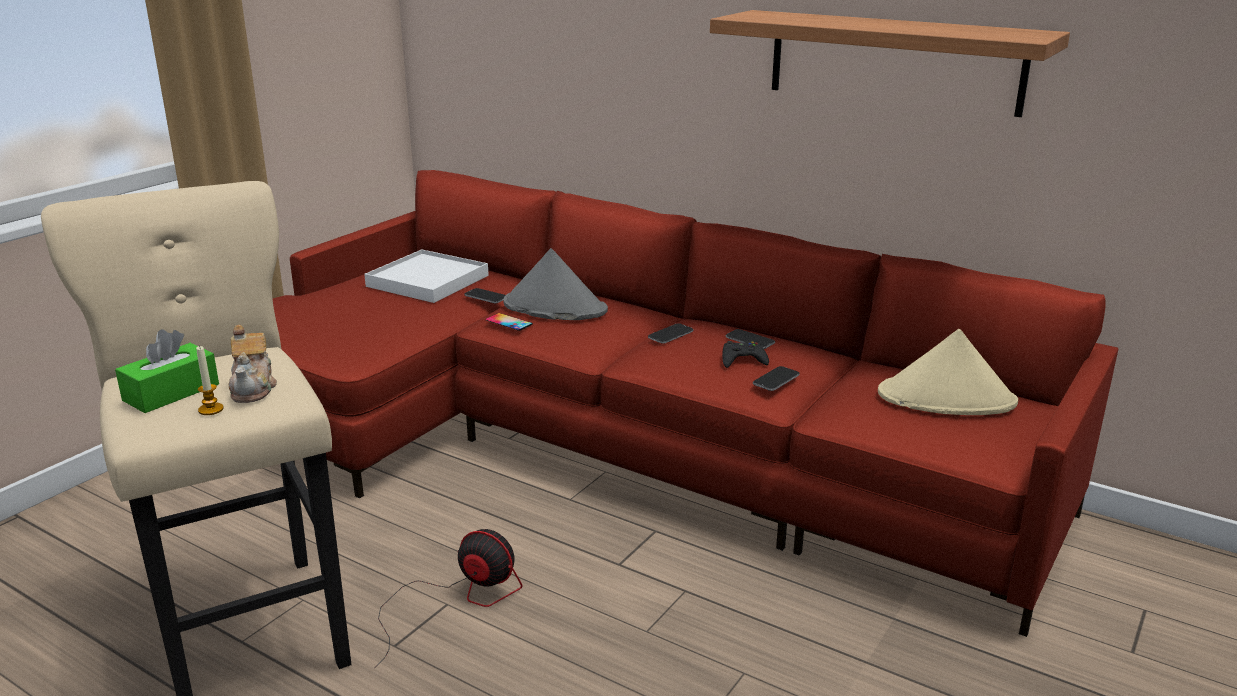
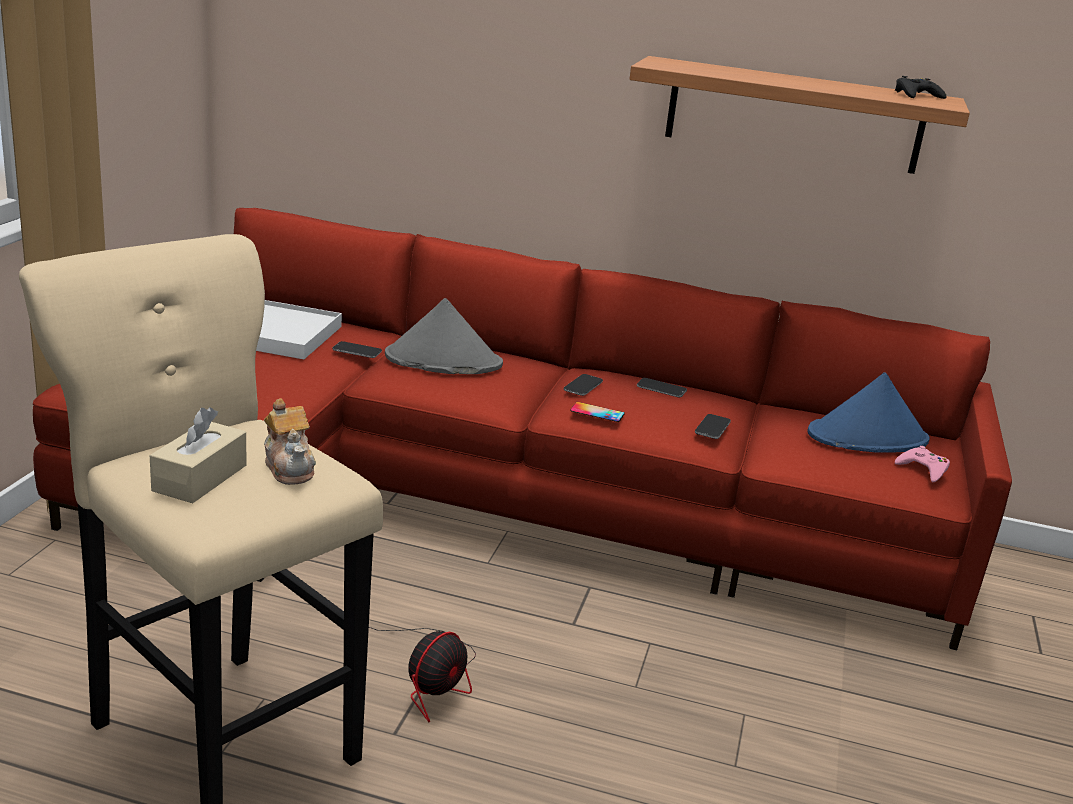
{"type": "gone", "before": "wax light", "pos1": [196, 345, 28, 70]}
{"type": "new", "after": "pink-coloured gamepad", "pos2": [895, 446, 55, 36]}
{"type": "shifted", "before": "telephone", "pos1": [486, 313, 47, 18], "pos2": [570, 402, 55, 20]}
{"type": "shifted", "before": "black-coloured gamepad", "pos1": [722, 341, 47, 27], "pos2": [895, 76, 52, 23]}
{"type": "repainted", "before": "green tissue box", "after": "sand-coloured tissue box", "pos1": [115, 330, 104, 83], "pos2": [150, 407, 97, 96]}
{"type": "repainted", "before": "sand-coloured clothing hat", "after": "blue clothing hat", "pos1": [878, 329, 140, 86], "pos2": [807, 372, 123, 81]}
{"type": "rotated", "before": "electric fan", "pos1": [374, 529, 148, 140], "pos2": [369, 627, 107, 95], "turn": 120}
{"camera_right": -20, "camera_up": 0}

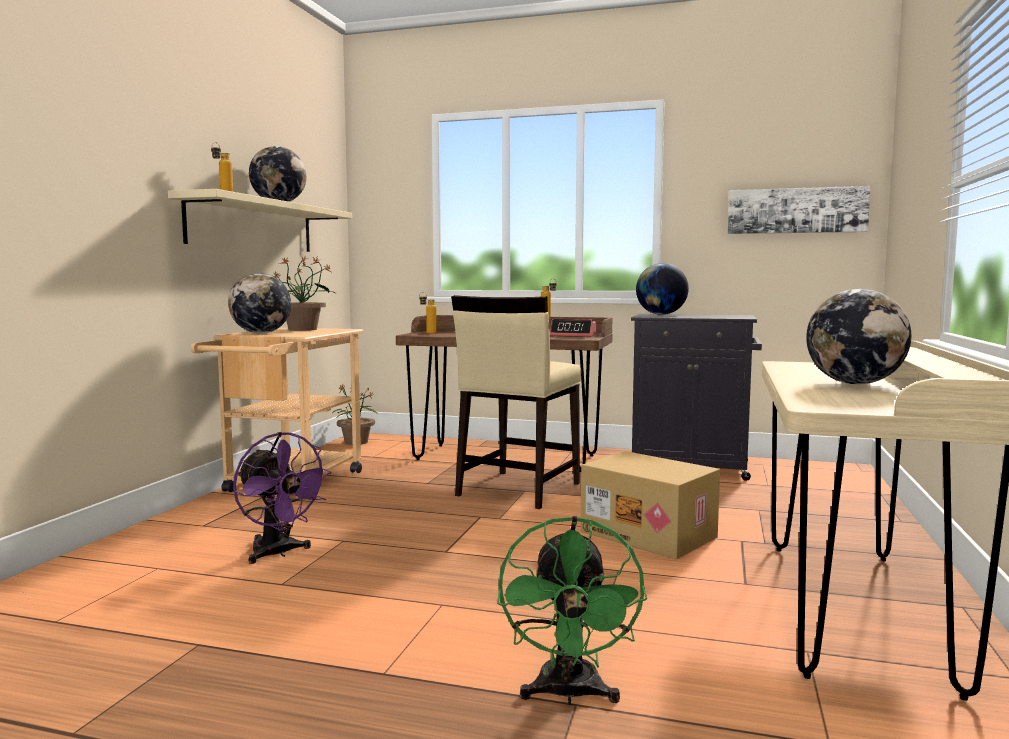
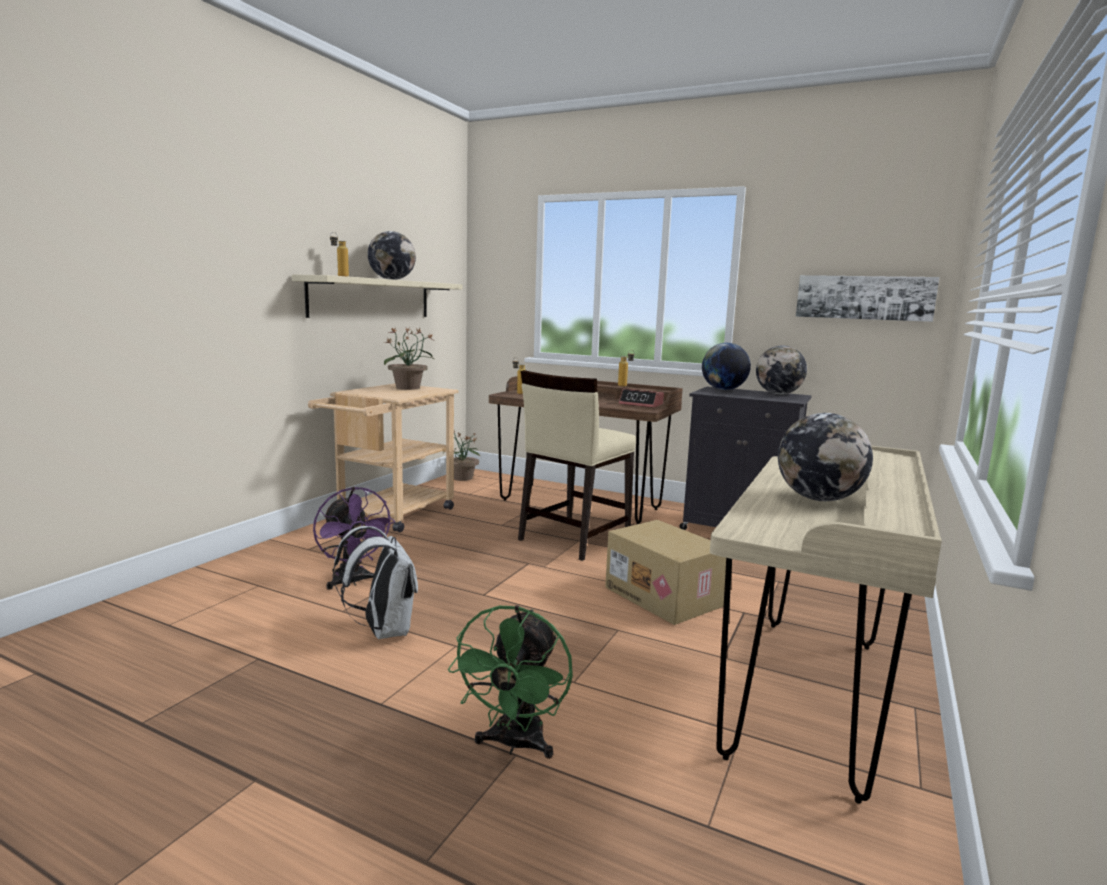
{"type": "new", "after": "white-coloured backpack", "pos2": [332, 526, 86, 113]}
{"type": "shifted", "before": "world globe", "pos1": [228, 273, 63, 60], "pos2": [756, 346, 51, 48]}
{"camera_right": 10, "camera_up": 5}

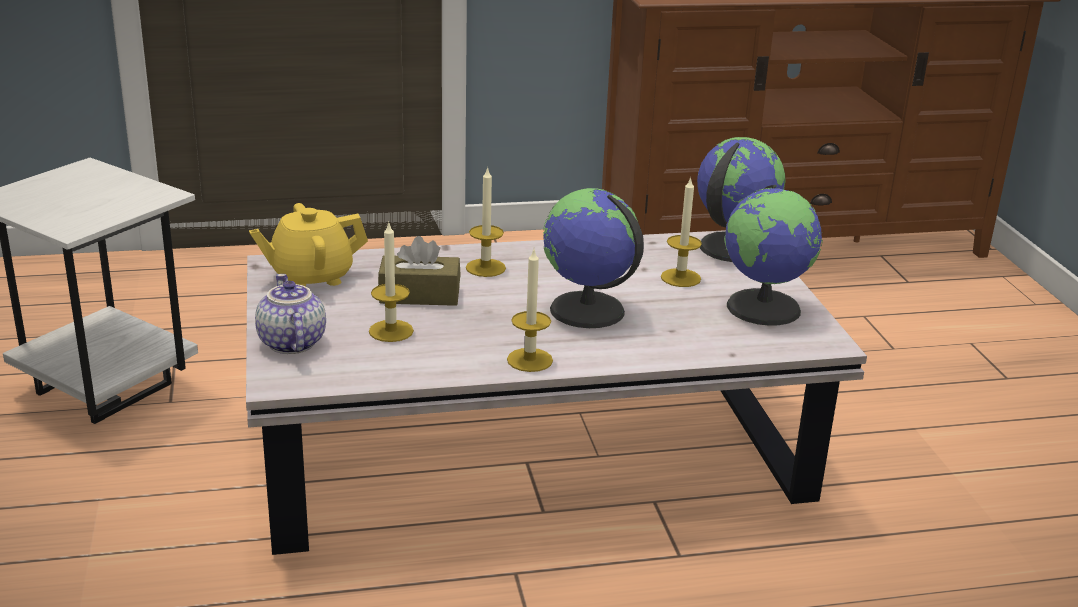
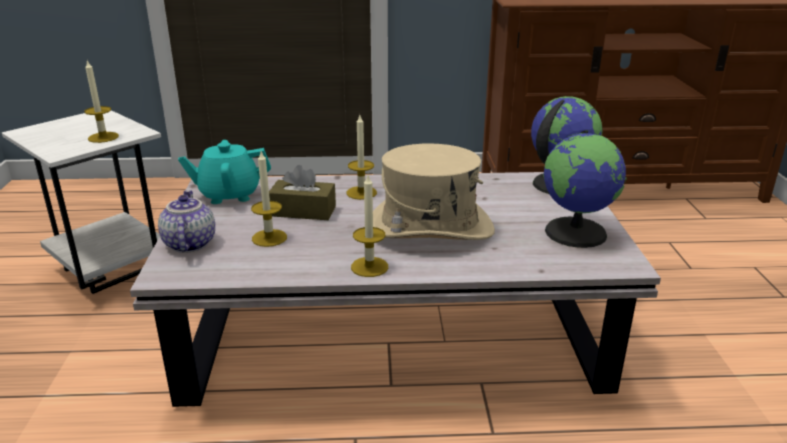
{"type": "shifted", "before": "wax light", "pos1": [661, 177, 41, 110], "pos2": [84, 59, 35, 84]}
{"type": "swapped", "before": "world globe", "after": "sand-coloured clothing hat", "pos1": [543, 188, 101, 140], "pos2": [373, 144, 122, 96]}
{"type": "repainted", "before": "yellow-coloured teapot", "after": "turquoise teapot", "pos1": [249, 203, 119, 83], "pos2": [178, 140, 93, 64]}
{"camera_right": 10, "camera_up": 0}

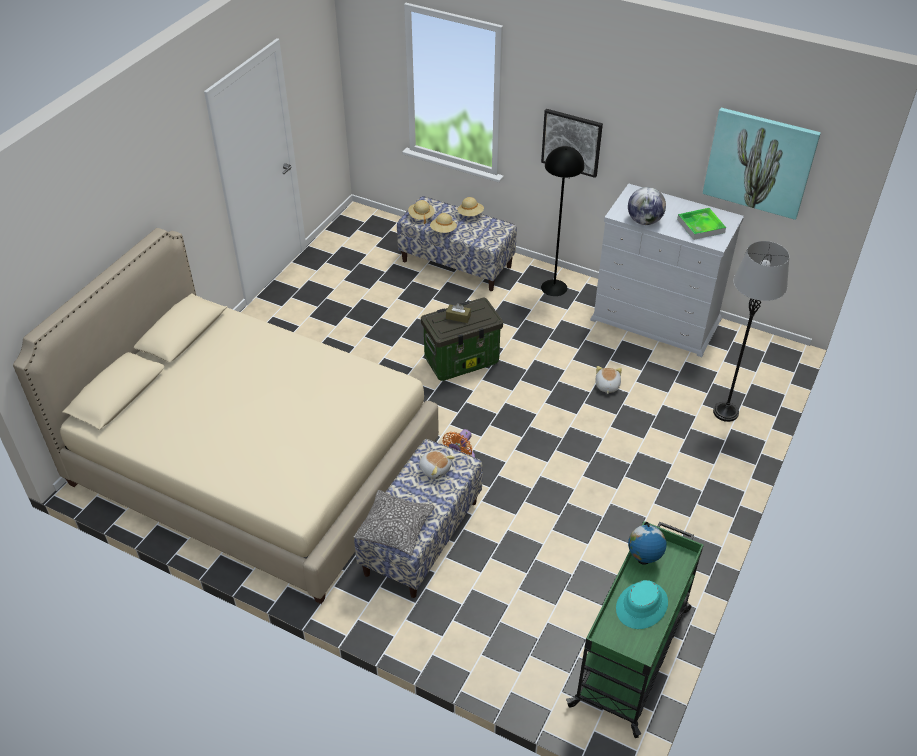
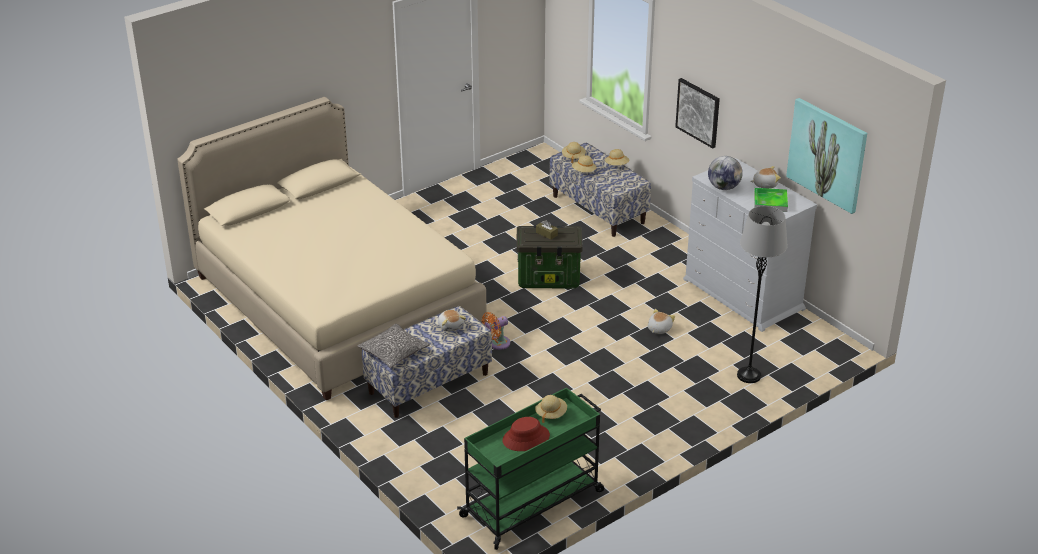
{"type": "gone", "before": "black-coloured standard lamp", "pos1": [541, 146, 43, 150]}
{"type": "new", "after": "soft toy", "pos2": [750, 166, 31, 22]}
{"type": "swapped", "before": "world globe", "after": "sand-coloured clothing hat", "pos1": [628, 522, 39, 43], "pos2": [535, 395, 32, 28]}
{"type": "repainted", "before": "turquoise clothing hat", "after": "reddish clothing hat", "pos1": [616, 580, 52, 49], "pos2": [503, 417, 47, 34]}
{"camera_right": 25, "camera_up": -10}

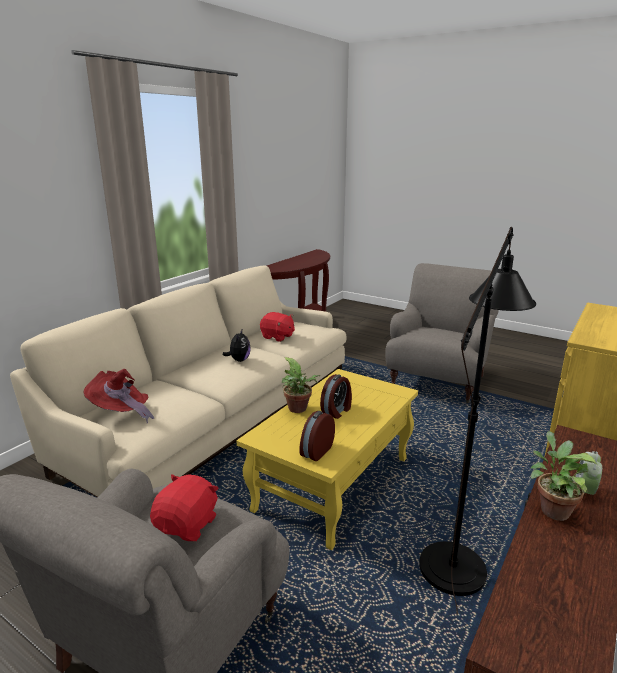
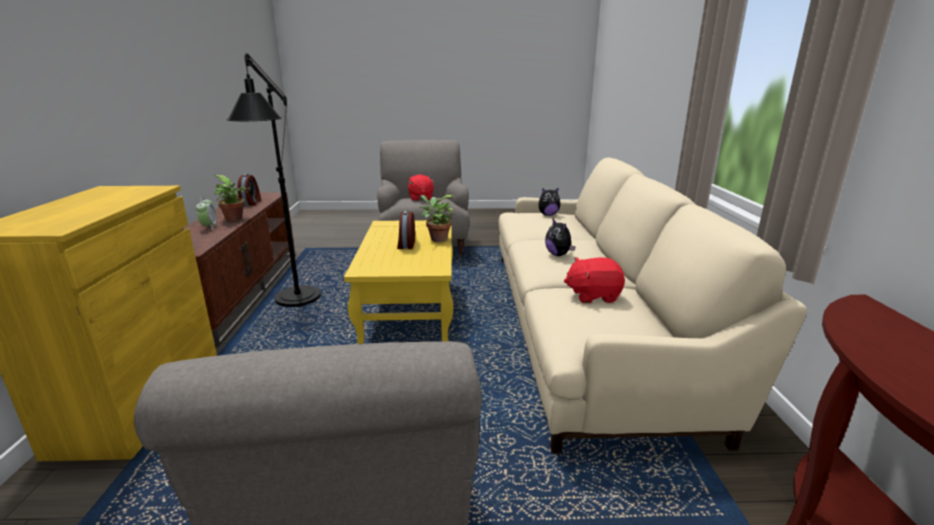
{"type": "shifted", "before": "bedside clock", "pos1": [299, 411, 36, 50], "pos2": [238, 174, 23, 32]}
{"type": "swapped", "before": "reddish clothing hat", "after": "soft toy", "pos1": [84, 369, 70, 54], "pos2": [538, 188, 22, 28]}
{"camera_right": 145, "camera_up": 0}

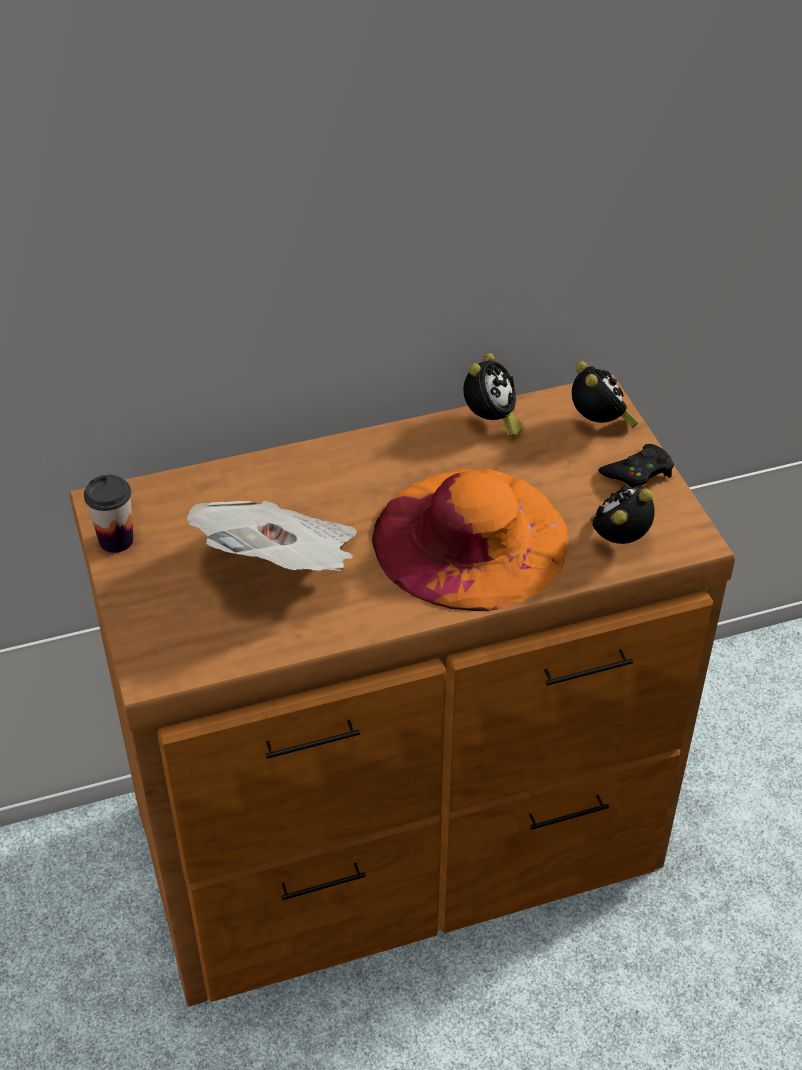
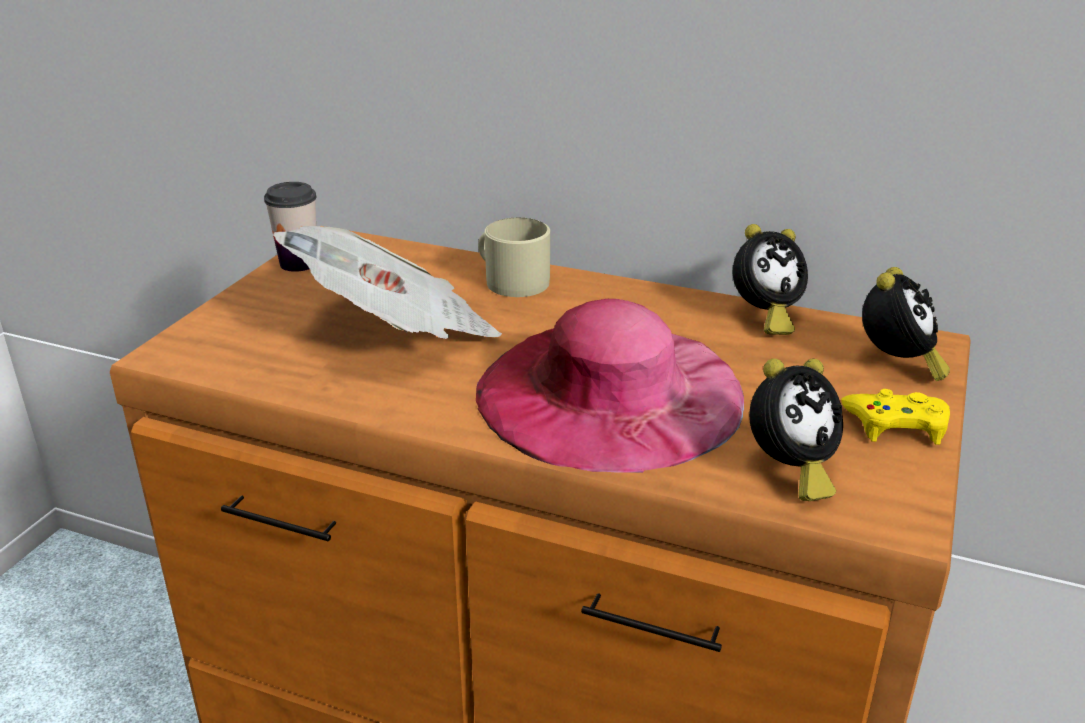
{"type": "new", "after": "sand-coloured mug", "pos2": [478, 217, 72, 80]}
{"type": "repainted", "before": "orange-coloured clothing hat", "after": "pink-coloured clothing hat", "pos1": [372, 469, 197, 142], "pos2": [476, 299, 268, 174]}
{"type": "repainted", "before": "black-coloured gamepad", "after": "yellow-coloured gamepad", "pos1": [598, 444, 76, 44], "pos2": [841, 389, 109, 56]}
{"type": "rotated", "before": "bedside clock", "pos1": [590, 485, 65, 59], "pos2": [749, 359, 94, 142], "turn": 150}
{"camera_right": 40, "camera_up": -15}

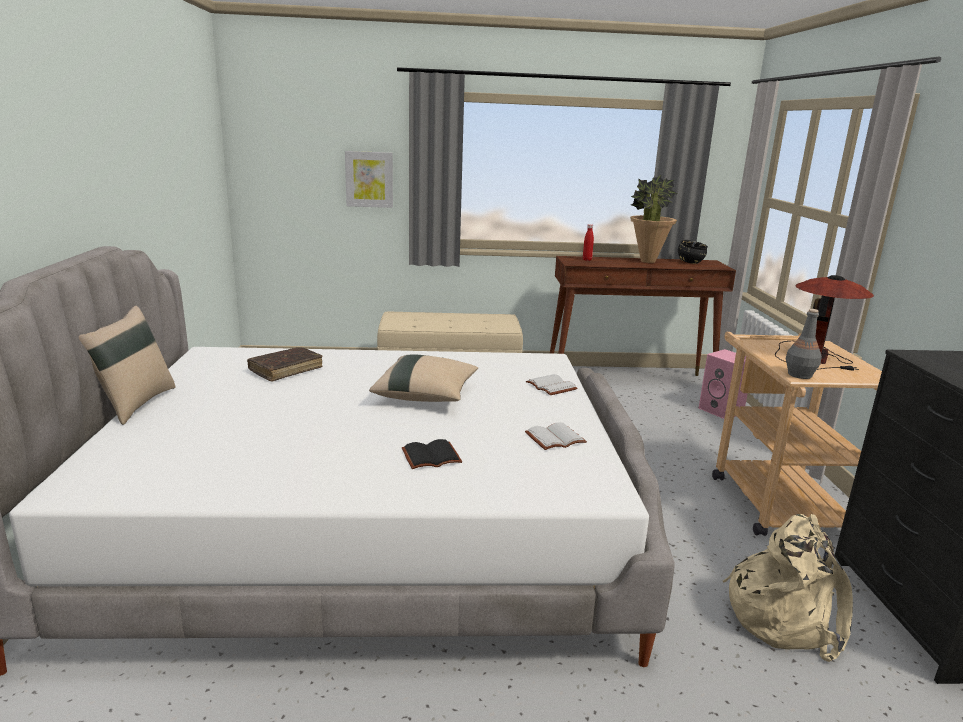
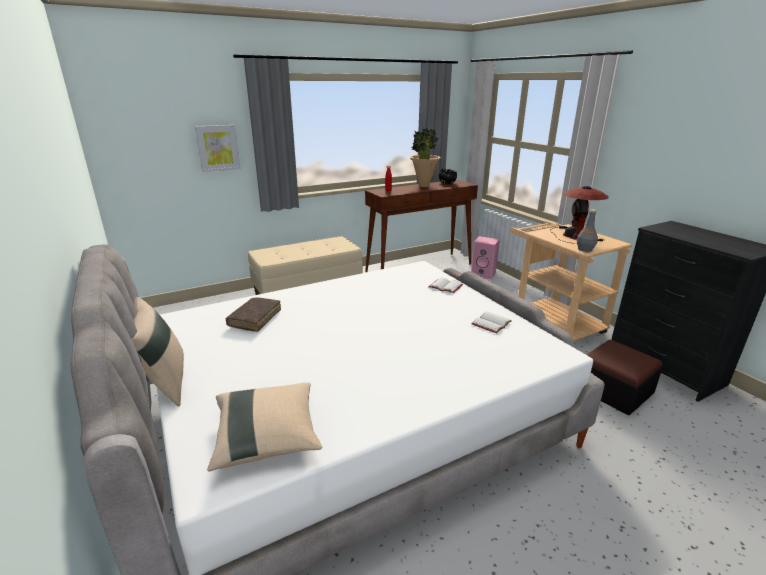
{"type": "gone", "before": "black-coloured bound book", "pos1": [402, 439, 60, 30]}
{"type": "shifted", "before": "sand-coloured pillow", "pos1": [369, 355, 109, 47], "pos2": [207, 383, 115, 89]}
{"type": "swapped", "before": "sand-coloured backpack", "after": "ottoman", "pos1": [723, 514, 130, 148], "pos2": [586, 340, 77, 75]}
{"camera_right": -25, "camera_up": 5}

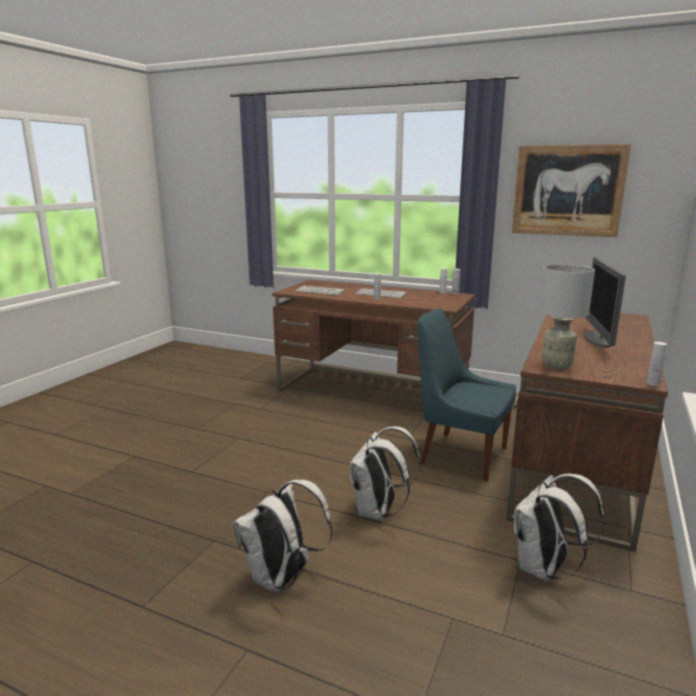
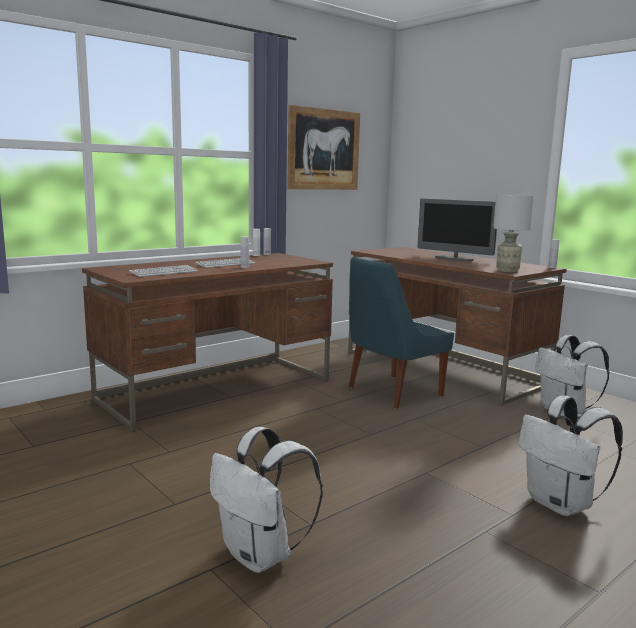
{"type": "shifted", "before": "white-coloured backpack", "pos1": [350, 426, 71, 95], "pos2": [210, 427, 113, 146]}
{"camera_right": -65, "camera_up": -5}

